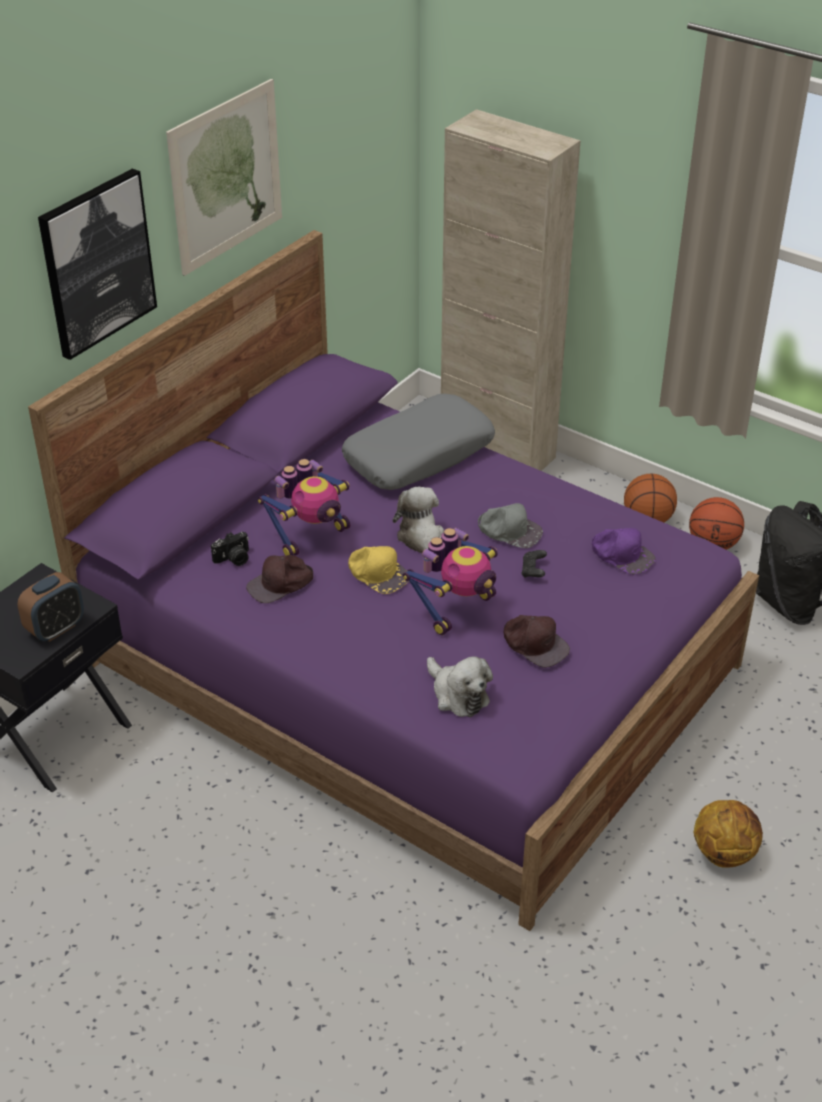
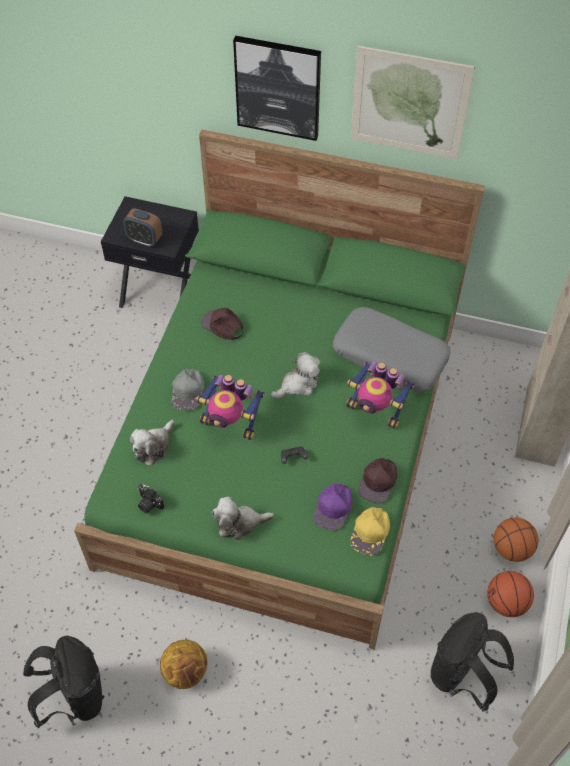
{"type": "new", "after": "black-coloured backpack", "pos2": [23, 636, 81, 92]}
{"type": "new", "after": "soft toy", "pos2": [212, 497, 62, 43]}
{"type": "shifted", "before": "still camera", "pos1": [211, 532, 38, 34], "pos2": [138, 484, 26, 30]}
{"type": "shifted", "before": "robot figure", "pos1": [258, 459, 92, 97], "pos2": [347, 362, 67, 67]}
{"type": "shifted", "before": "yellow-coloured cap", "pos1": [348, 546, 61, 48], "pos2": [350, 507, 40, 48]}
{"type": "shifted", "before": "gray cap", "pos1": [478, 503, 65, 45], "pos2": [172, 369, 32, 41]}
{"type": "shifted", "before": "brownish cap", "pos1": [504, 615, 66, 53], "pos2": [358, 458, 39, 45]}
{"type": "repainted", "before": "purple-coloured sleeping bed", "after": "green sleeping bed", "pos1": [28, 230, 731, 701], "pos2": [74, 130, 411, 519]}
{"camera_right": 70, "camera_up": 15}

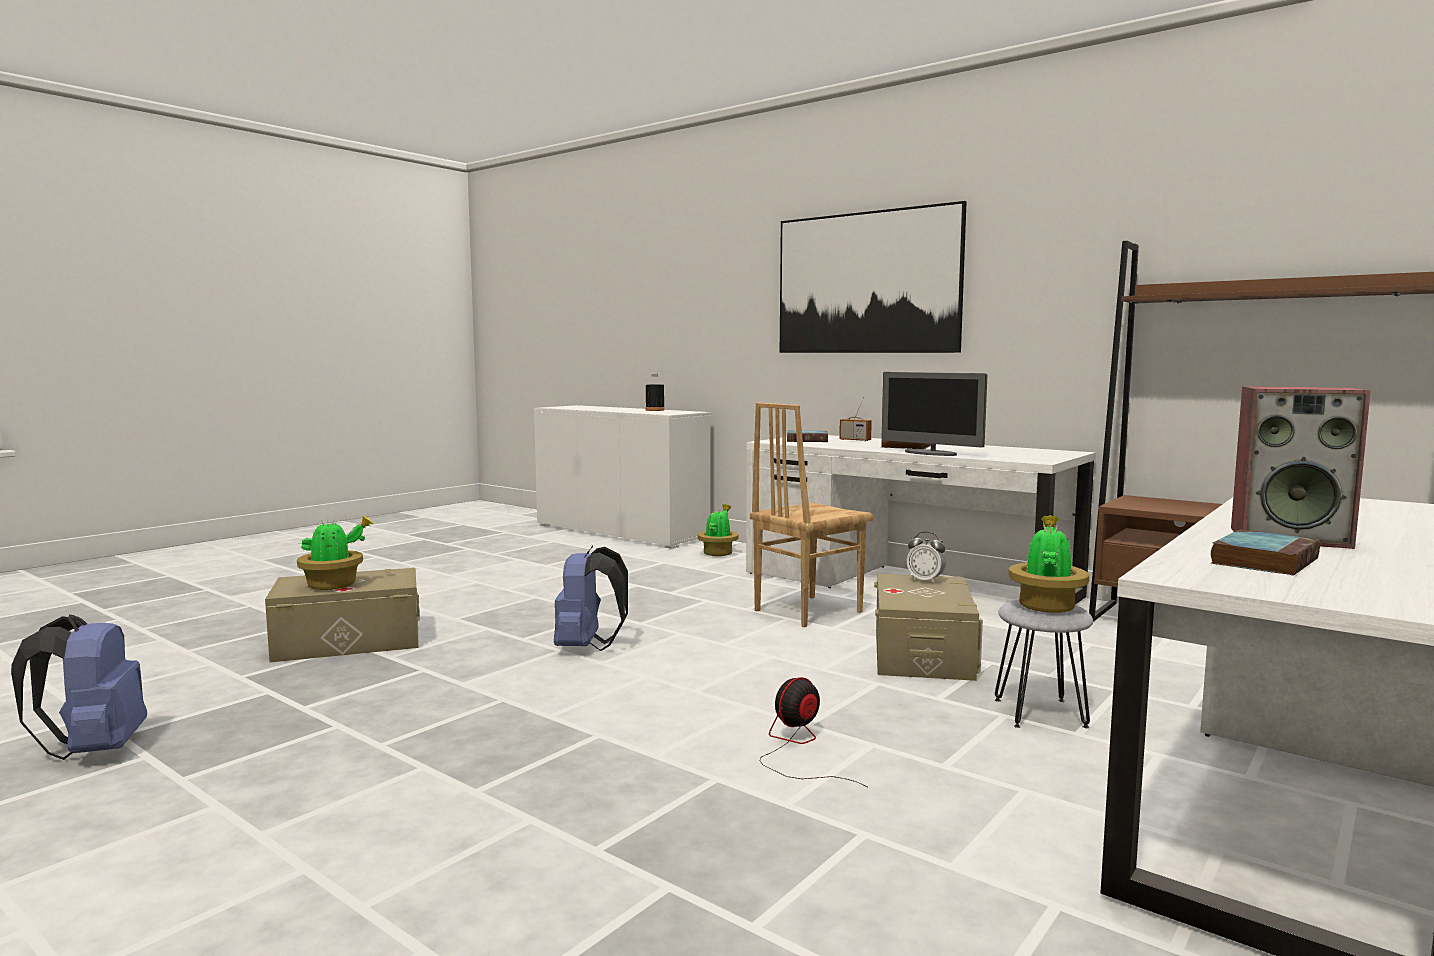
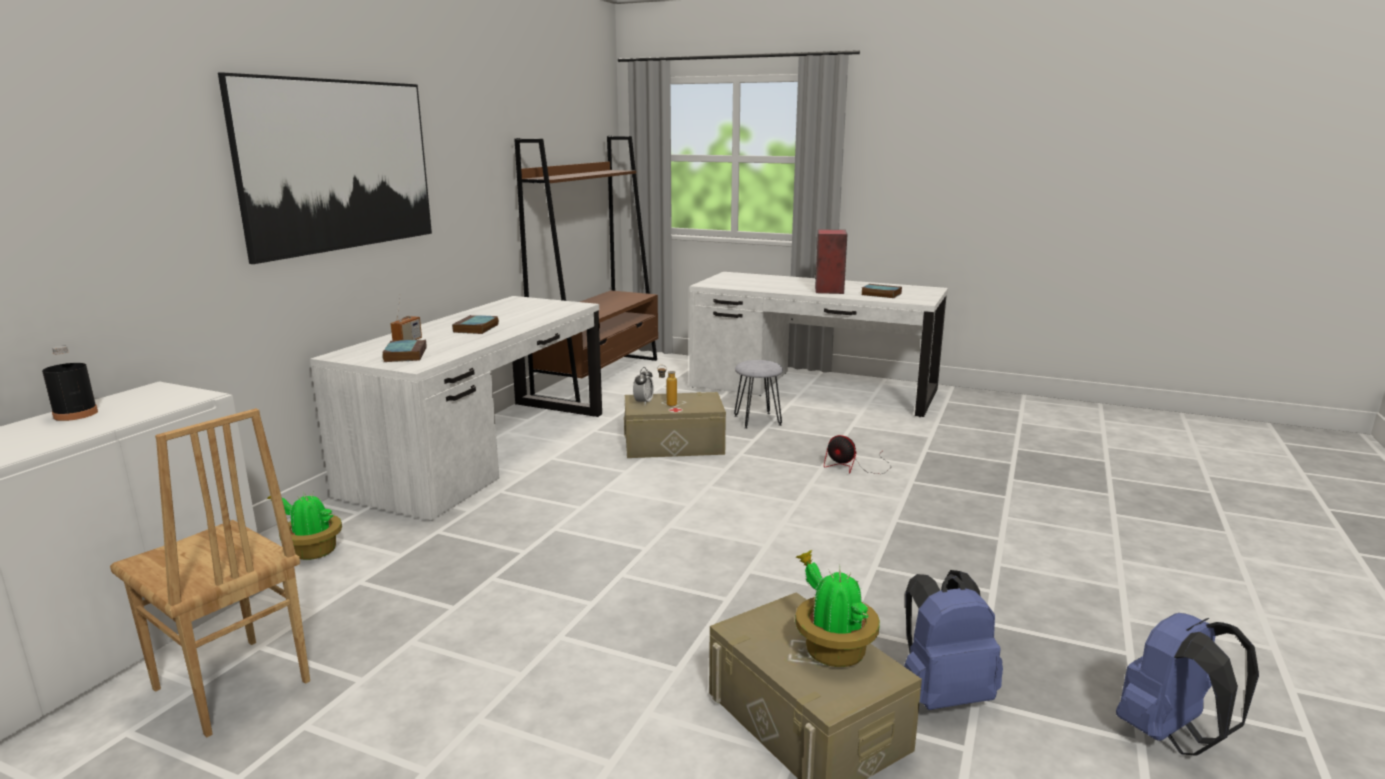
{"type": "gone", "before": "computer display", "pos1": [881, 372, 106, 84]}
{"type": "gone", "before": "houseplant", "pos1": [1008, 515, 81, 98]}
{"type": "new", "after": "drink bottle", "pos2": [657, 365, 20, 41]}
{"type": "shifted", "before": "blue backpack", "pos1": [554, 546, 74, 105], "pos2": [904, 570, 99, 140]}
{"type": "shifted", "before": "brownish upright chair", "pos1": [750, 402, 123, 225], "pos2": [110, 408, 200, 329]}
{"camera_right": -105, "camera_up": 10}

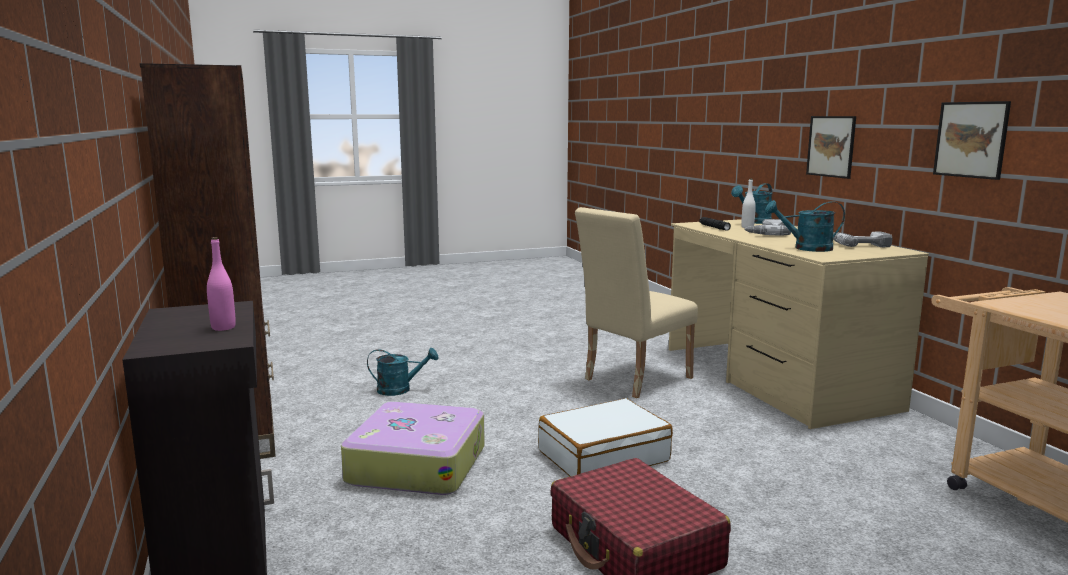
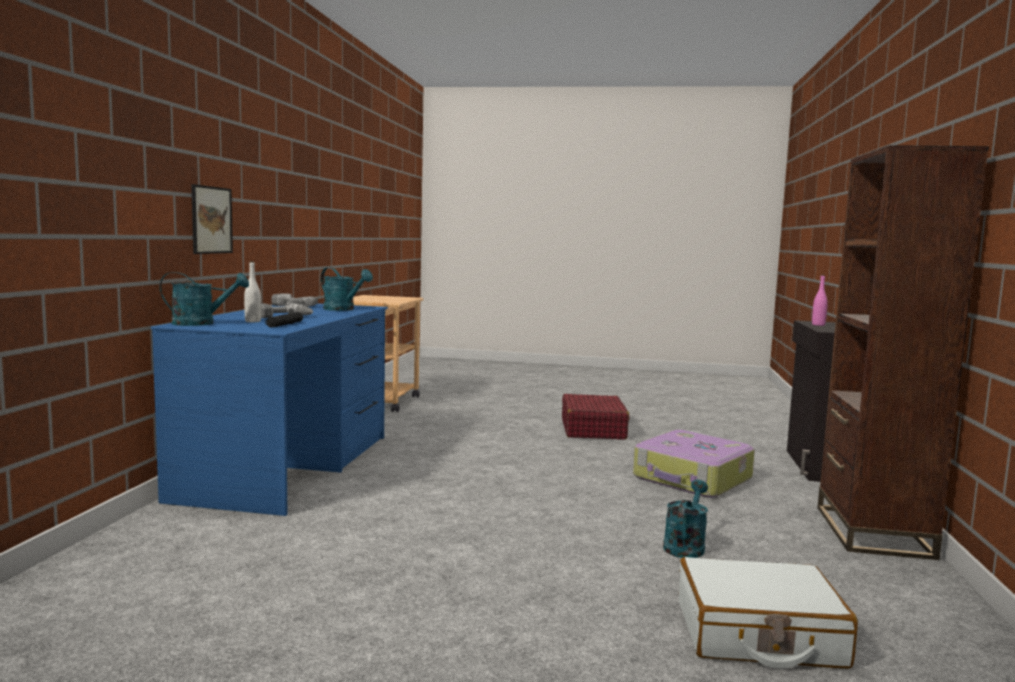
{"type": "gone", "before": "sand-coloured upright chair", "pos1": [575, 207, 123, 191]}
{"type": "gone", "before": "wall art", "pos1": [933, 101, 78, 79]}
{"type": "shifted", "before": "white-coloured suitcase", "pos1": [539, 398, 134, 79], "pos2": [679, 557, 179, 112]}
{"type": "repainted", "before": "sand-coloured desk", "after": "blue desk", "pos1": [669, 219, 260, 210], "pos2": [151, 303, 237, 213]}
{"type": "rotated", "before": "turquoise watering can", "pos1": [367, 348, 72, 48], "pos2": [663, 480, 45, 78], "turn": 90}
{"camera_right": -150, "camera_up": -5}

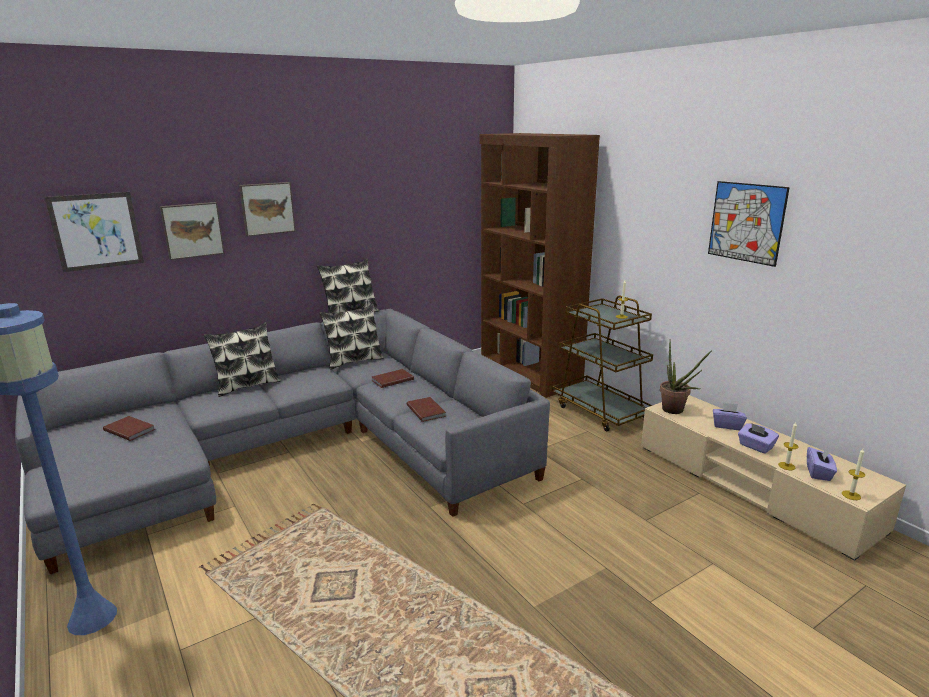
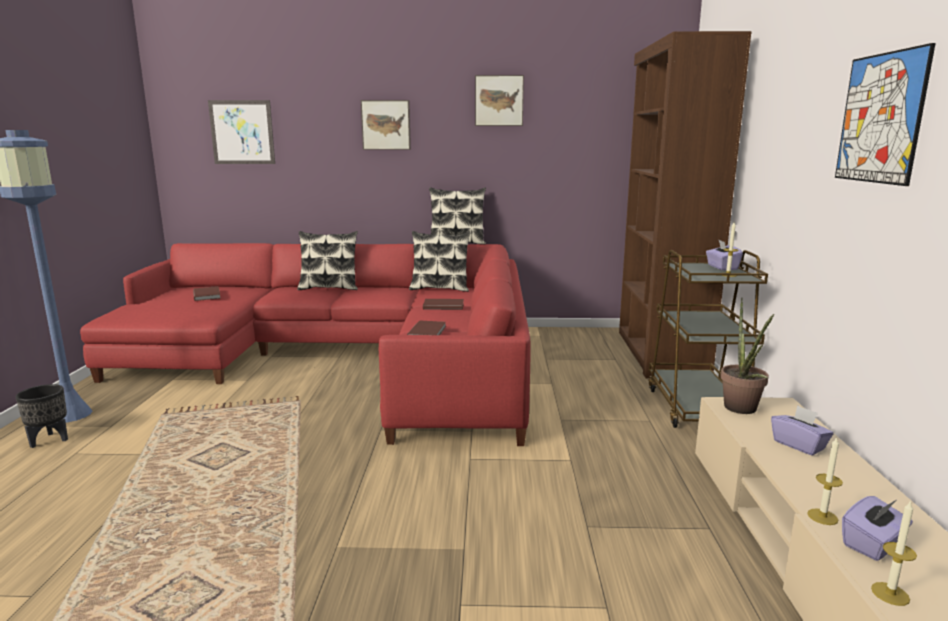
{"type": "new", "after": "black-coloured planter", "pos2": [16, 384, 52, 64]}
{"type": "shifted", "before": "wall art", "pos1": [160, 202, 65, 58], "pos2": [475, 75, 49, 51]}
{"type": "shifted", "before": "purple-coloured tissue box", "pos1": [738, 423, 41, 31], "pos2": [706, 239, 37, 31]}
{"type": "repainted", "before": "gray couch", "after": "reddish couch", "pos1": [15, 309, 535, 265], "pos2": [80, 243, 451, 203]}
{"camera_right": 35, "camera_up": -5}

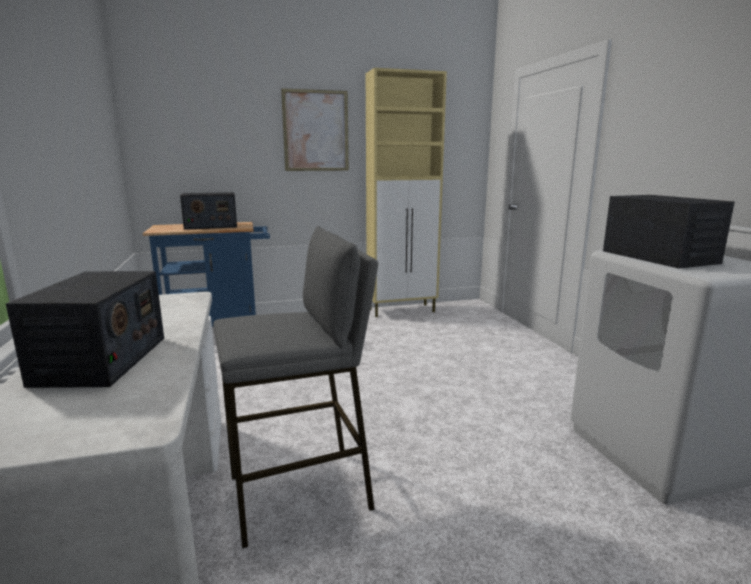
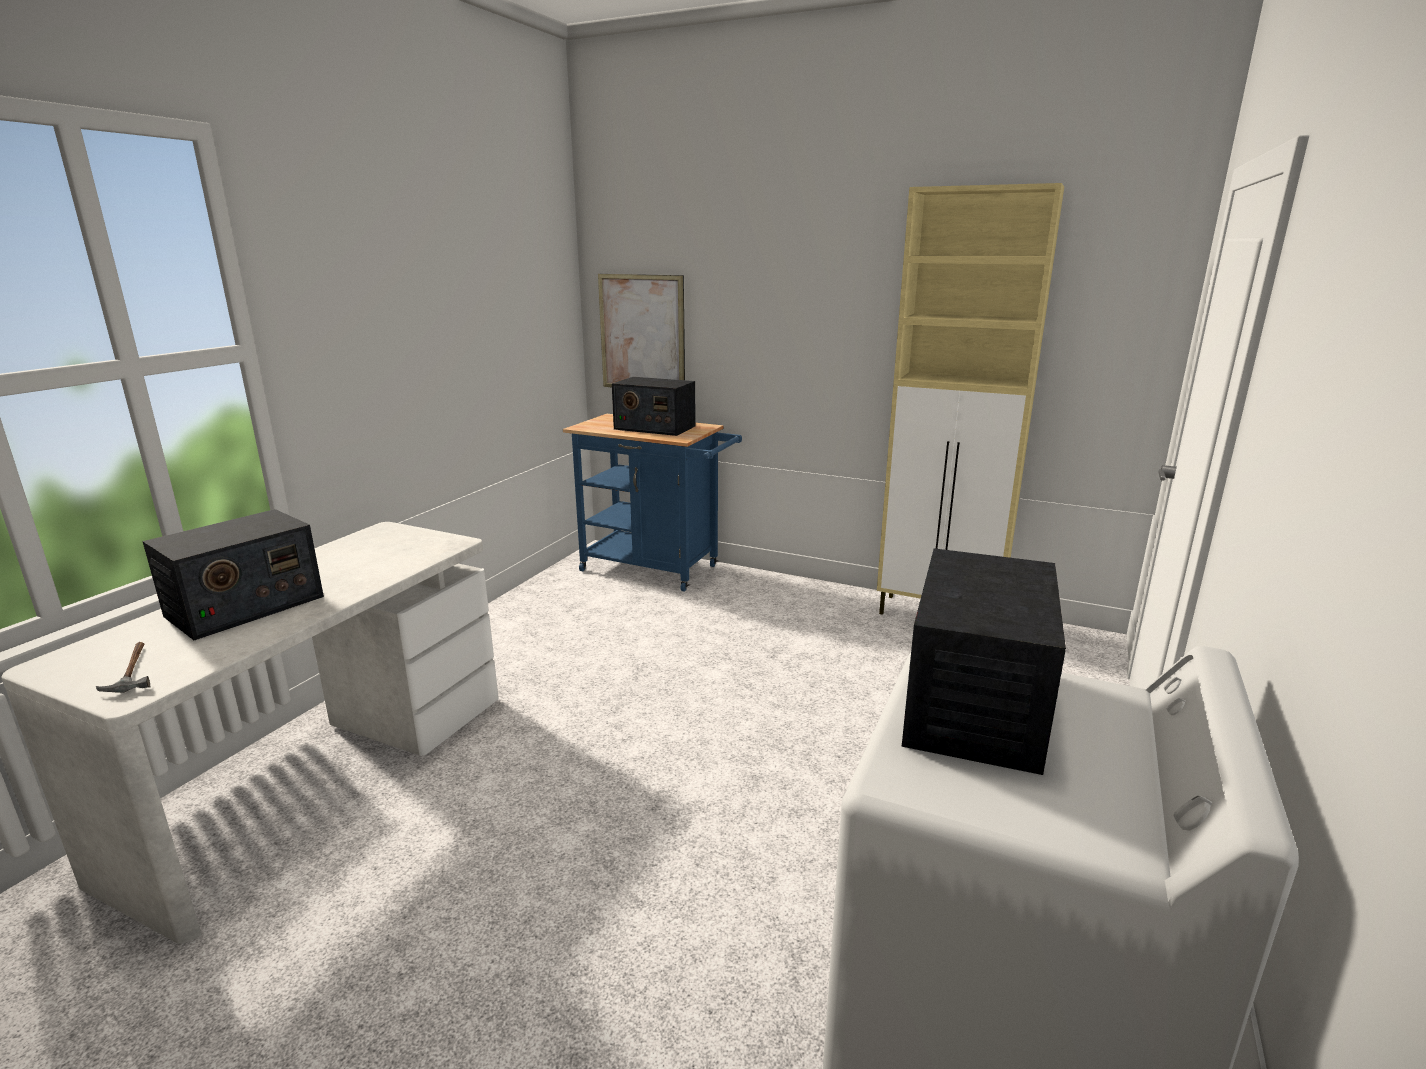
{"type": "gone", "before": "gray sitting stool", "pos1": [213, 226, 165, 323]}
{"type": "new", "after": "hammer", "pos2": [96, 642, 54, 51]}
{"type": "shifted", "before": "wall art", "pos1": [281, 88, 68, 83], "pos2": [598, 274, 87, 113]}
{"camera_right": 40, "camera_up": 5}

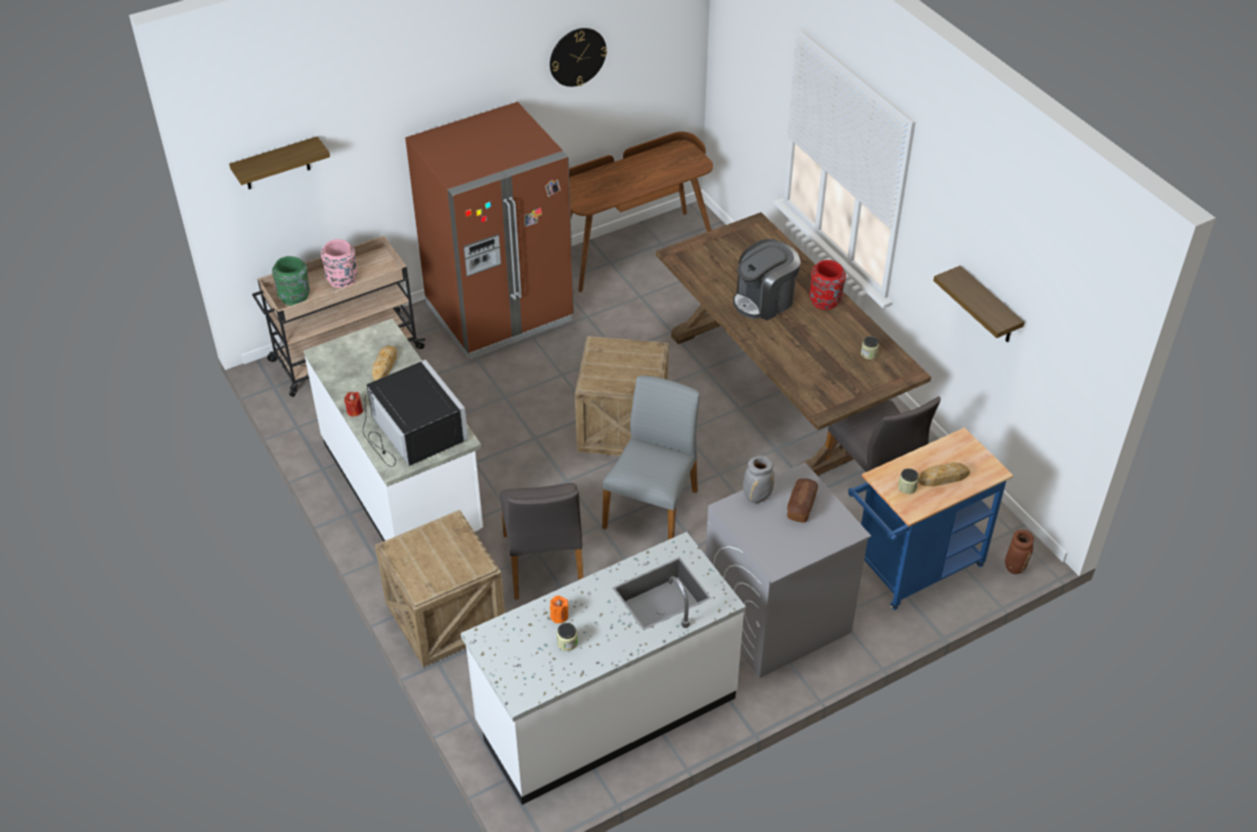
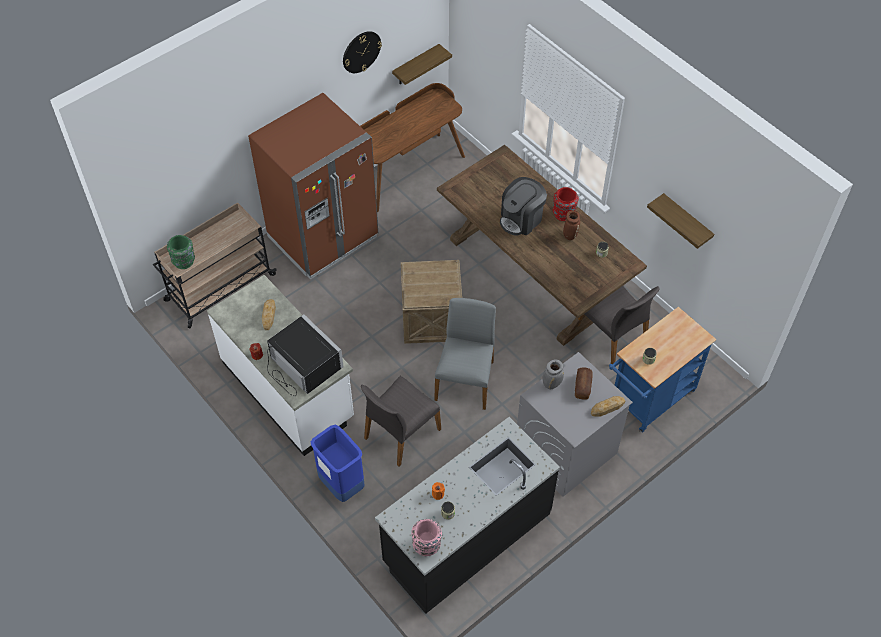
{"type": "shifted", "before": "wall shelf", "pos1": [229, 136, 101, 53], "pos2": [392, 44, 60, 41]}
{"type": "shifted", "before": "pink-coloured vase", "pos1": [321, 239, 37, 49], "pos2": [412, 519, 30, 37]}
{"type": "shifted", "before": "baked bread", "pos1": [918, 462, 52, 25], "pos2": [591, 396, 35, 21]}
{"type": "shifted", "before": "brownish vase", "pos1": [1005, 530, 29, 44], "pos2": [563, 210, 17, 30]}
{"type": "swapped", "before": "crate", "after": "blue waste bin", "pos1": [375, 510, 130, 157], "pos2": [311, 425, 54, 77]}
{"type": "repainted", "before": "white-coloured kitchen base unit", "after": "black-coloured kitchen base unit", "pos1": [461, 532, 285, 273], "pos2": [375, 417, 185, 197]}
{"type": "rotated", "before": "gray upright chair", "pos1": [500, 483, 83, 117], "pos2": [361, 376, 80, 91], "turn": 60}
{"camera_right": -10, "camera_up": 10}

